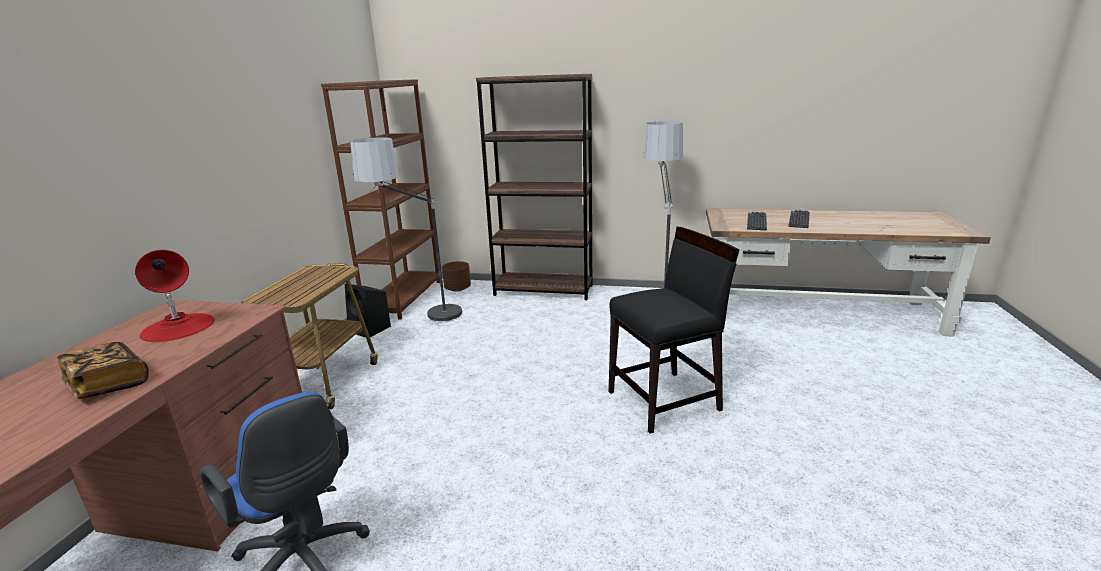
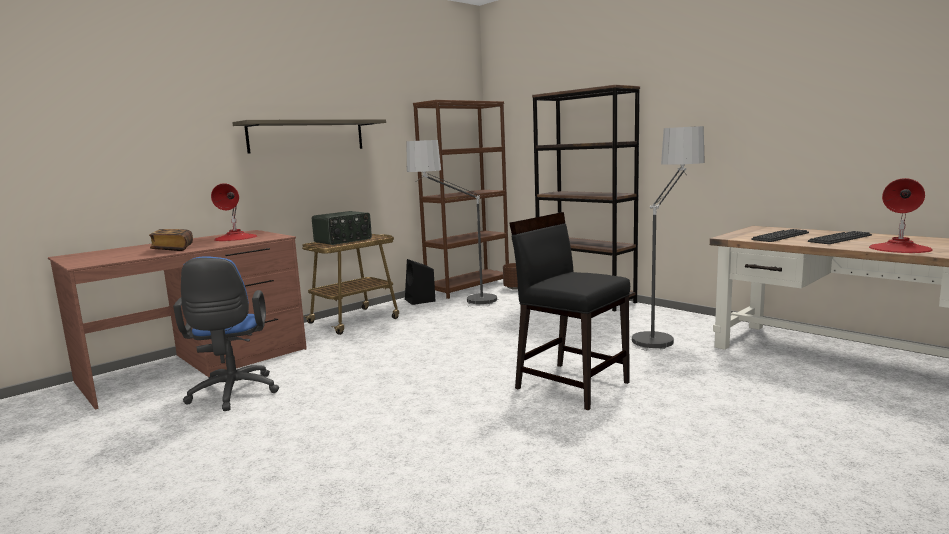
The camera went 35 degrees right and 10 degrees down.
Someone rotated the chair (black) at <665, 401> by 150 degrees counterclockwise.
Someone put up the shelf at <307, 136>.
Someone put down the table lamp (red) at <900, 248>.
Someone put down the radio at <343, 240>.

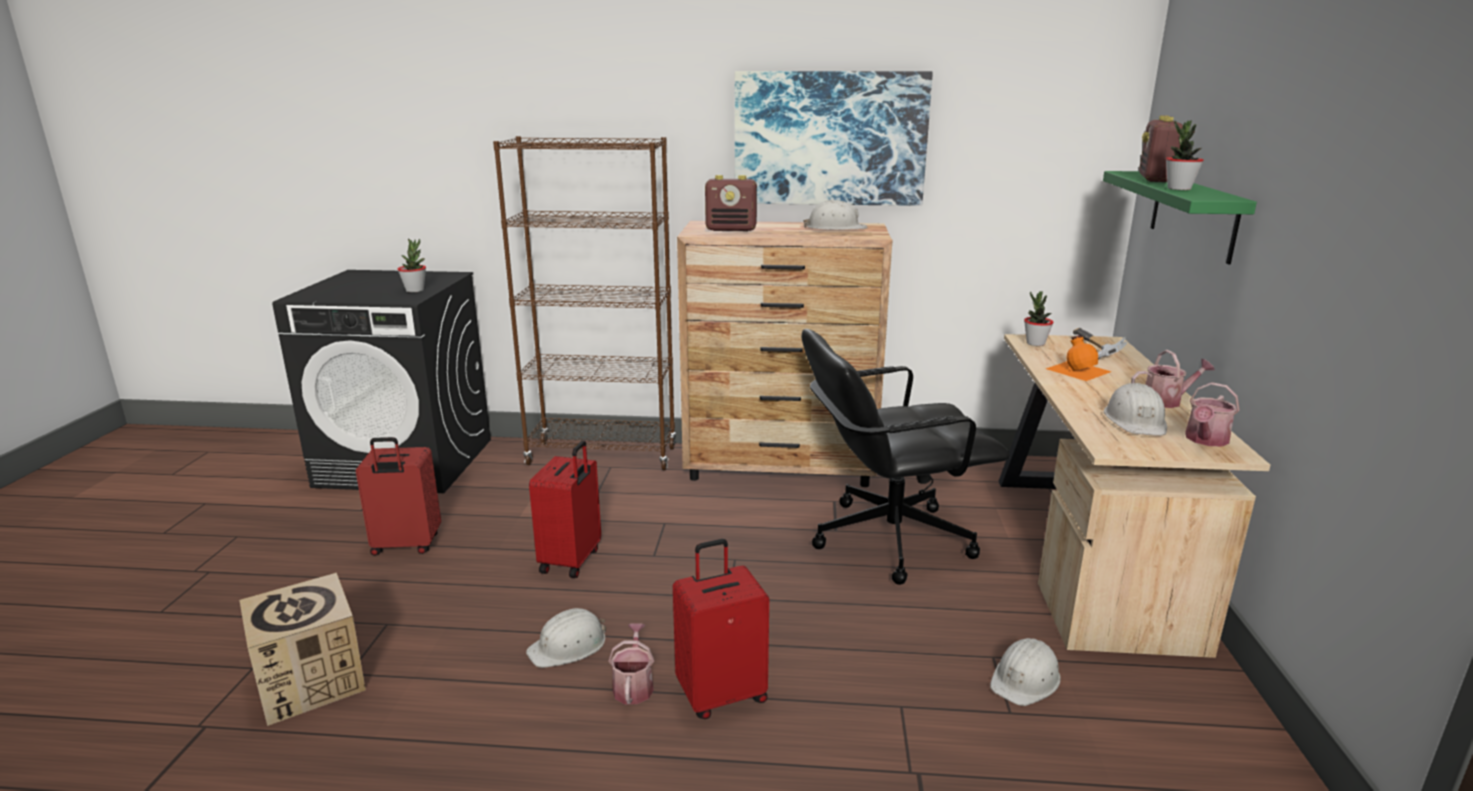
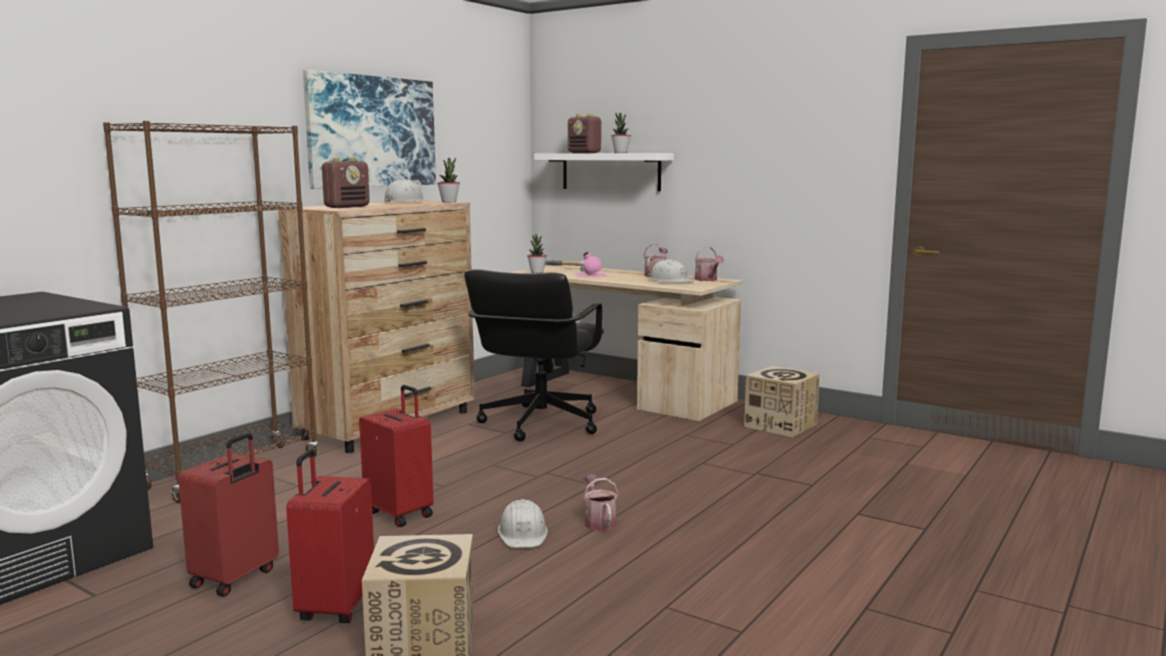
The camera went 60 degrees left and 10 degrees down.
Someone repainted the shelf (green) at <1193, 214>, which became the shelf (white) at <610, 171>.
Someone carried the potted plant from <415, 290> to <449, 202>.
Someone repainted the bottle (orange) at <1078, 369>, which became the bottle (pink) at <590, 275>.
Someone carried the suitcase (red) from <721, 694> to <335, 607>.
Someone rotated the watering can at <633, 685> by 45 degrees clockwise.
Someone took away the hard hat (white) at <1025, 679>.
Someone put down the cardboard box at <780, 425>.

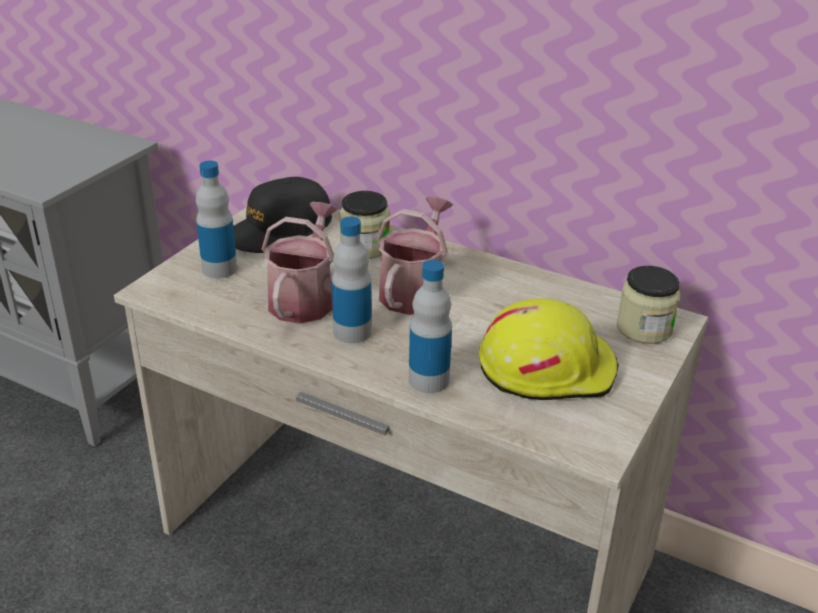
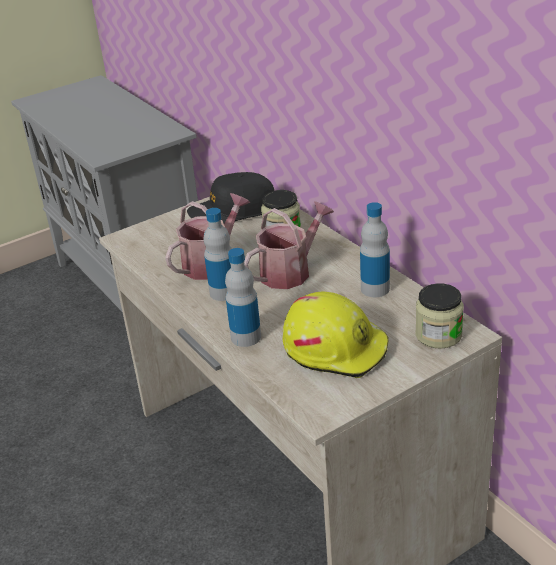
The camera went 30 degrees right and 0 degrees up.
Someone carried the bottle from <219, 269> to <375, 289>.

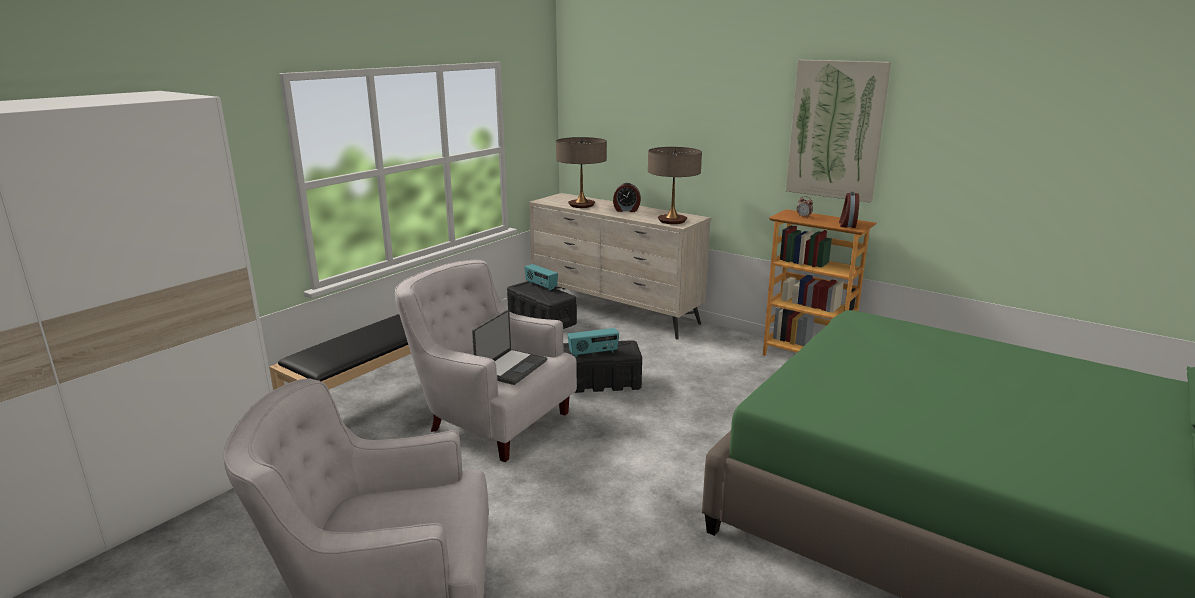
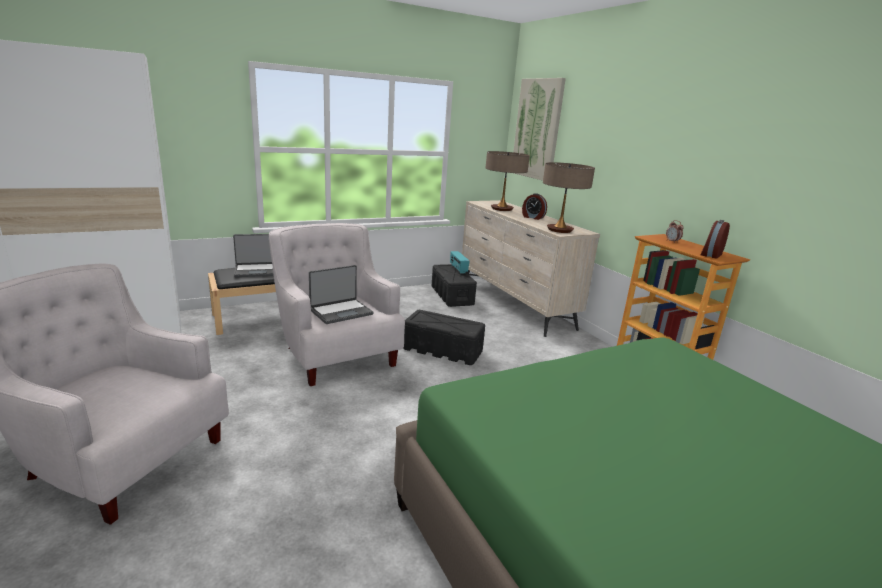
The camera went 25 degrees right and 0 degrees up.
Someone carried the picture from <835, 130> to <537, 129>.
Someone took away the radio at <593, 353>.
Someone put down the laptop at <258, 271>.

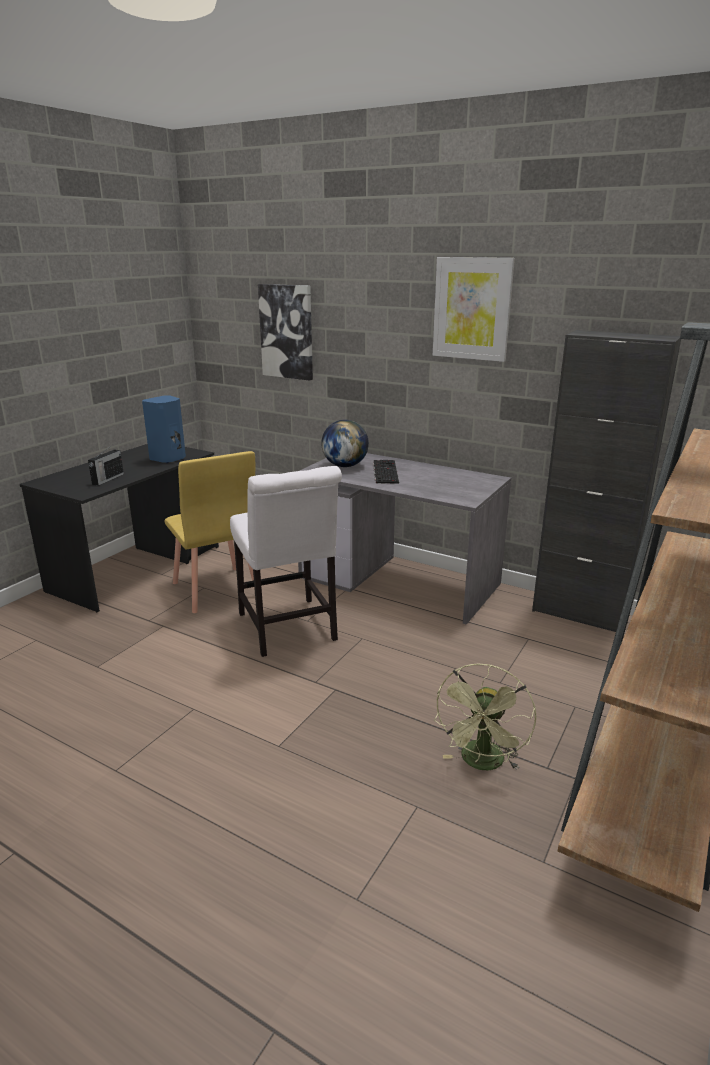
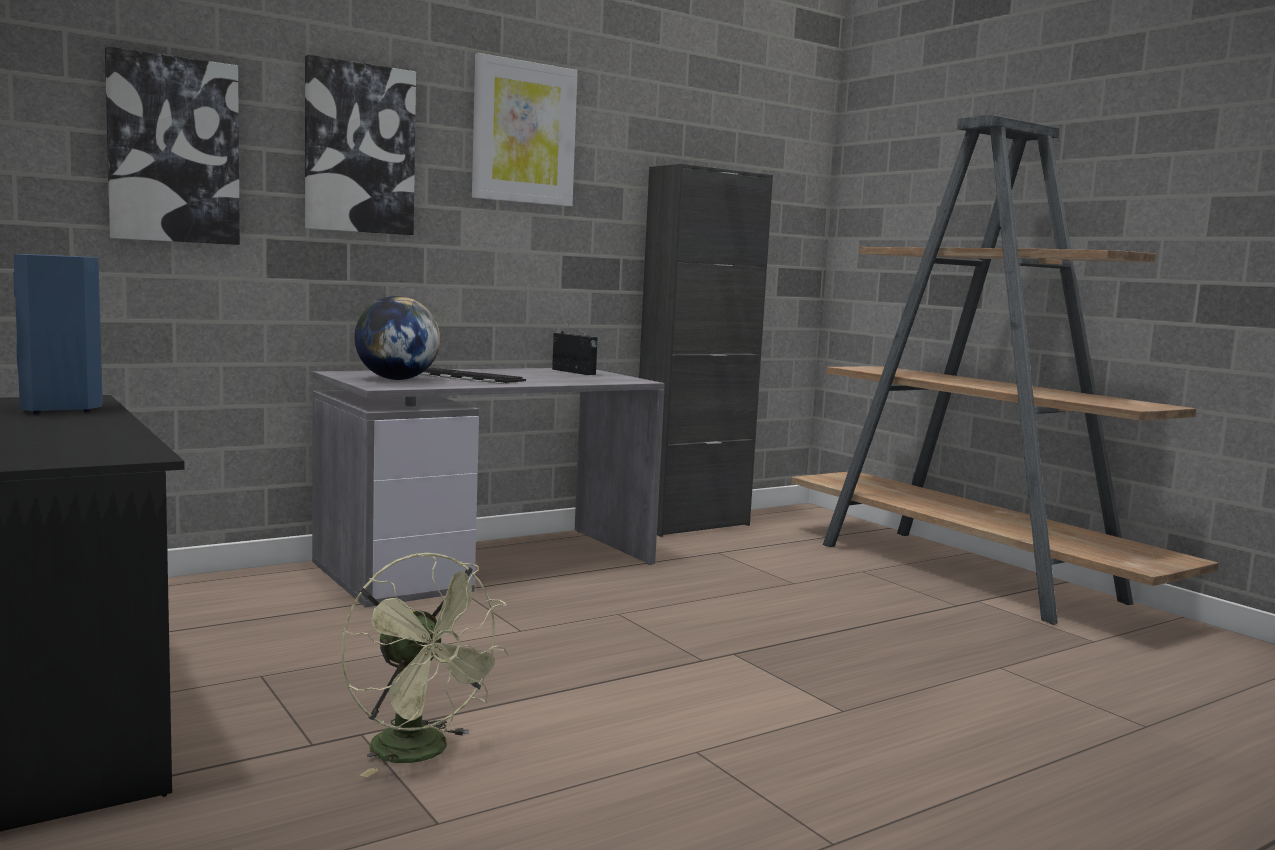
The camera went 65 degrees left and 15 degrees down.
Someone carried the radio from <107, 479> to <574, 372>.
Someone took away the chair (yellow) at <216, 590>.
Someone took away the chair (white) at <288, 630>.
Someone carried the fan (green) from <482, 763> to <421, 753>.
Someone put up the picture at <359, 149>.

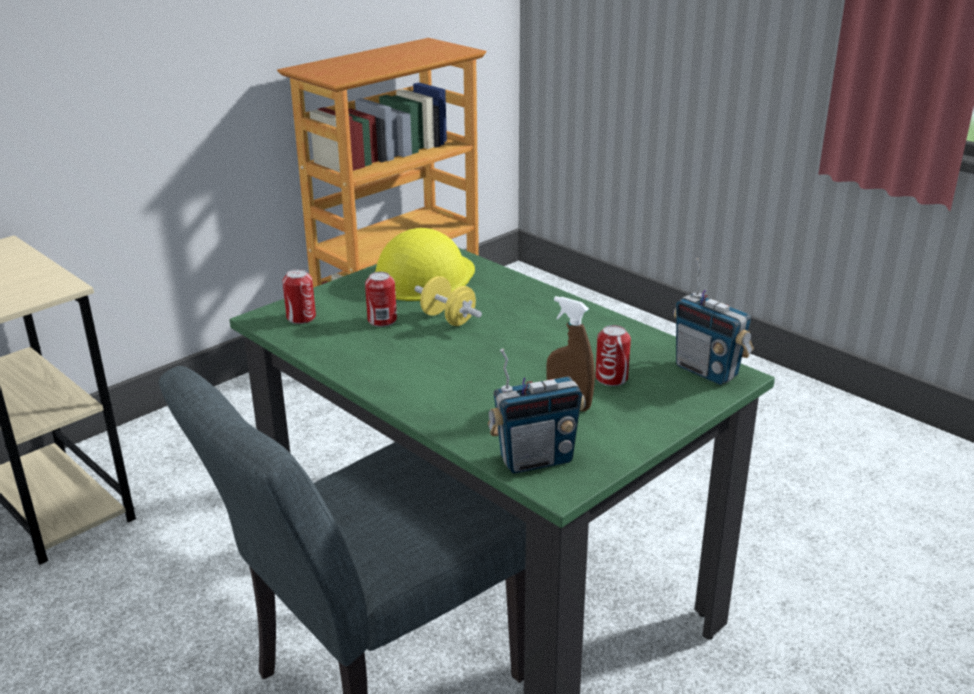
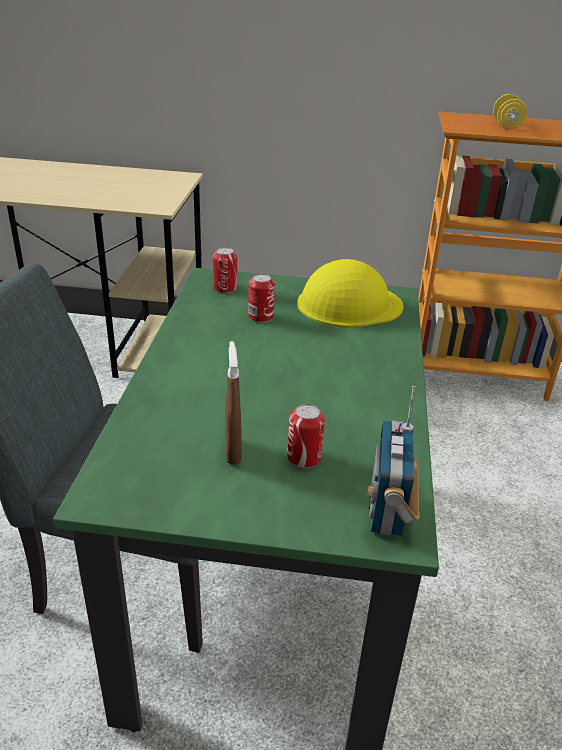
The camera went 50 degrees right and 5 degrees up.
Someone carried the dumbbell (yellow) from <448, 319> to <506, 125>.
Someone took away the radio at <535, 460>.

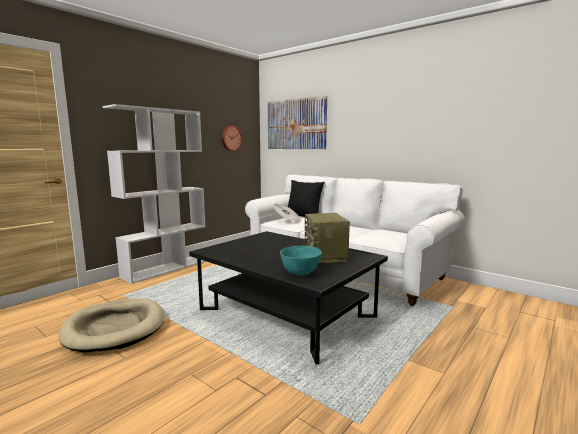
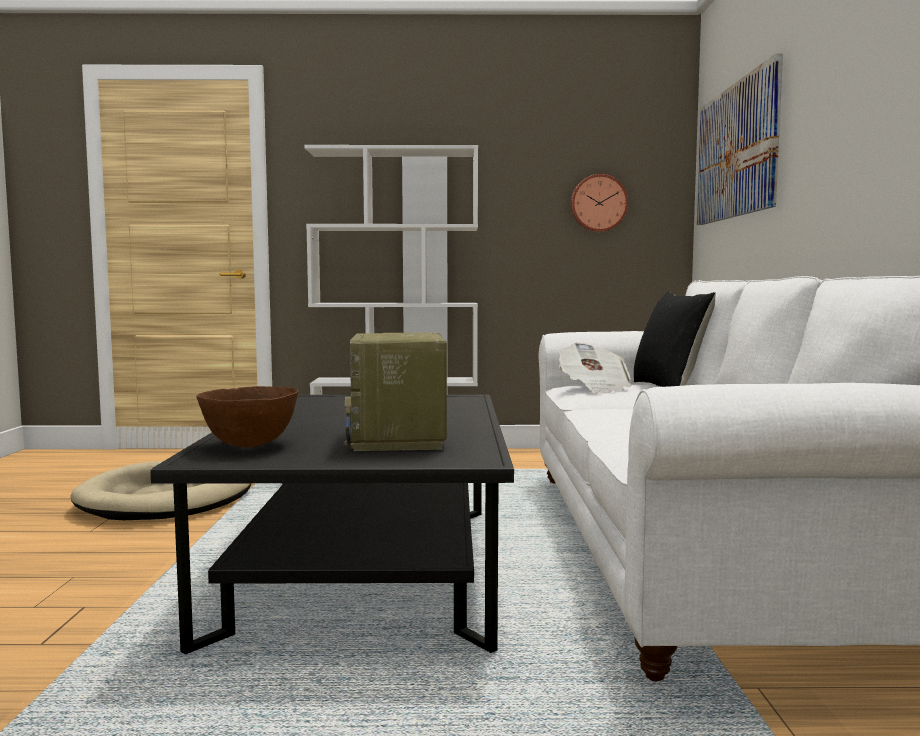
The camera went 50 degrees right and 5 degrees down.
Someone rotated the radio at <326, 256> by 45 degrees counterclockwise.
Someone repainted the bowl (turquoise) at <300, 273>, which became the bowl (brown) at <249, 445>.

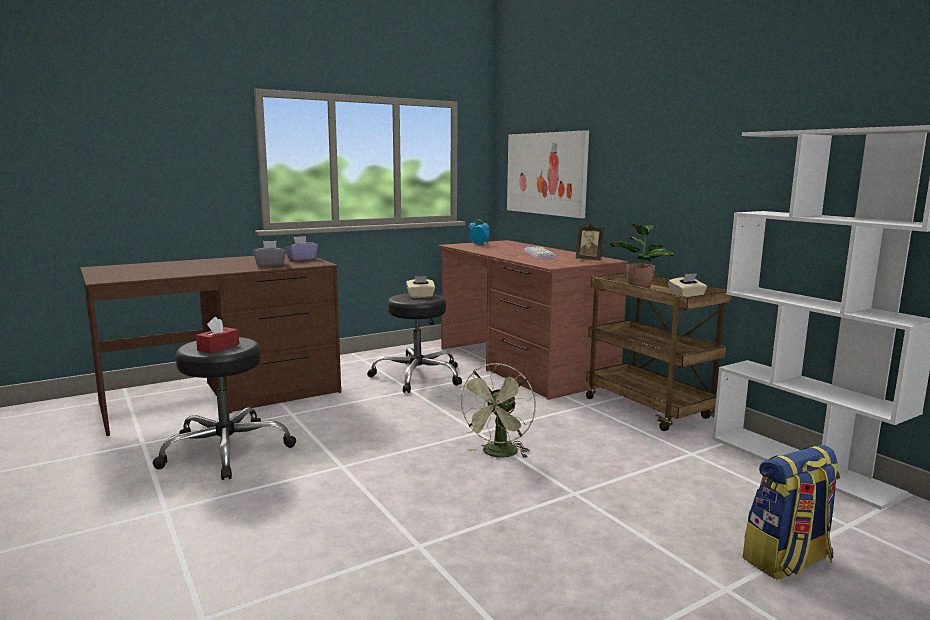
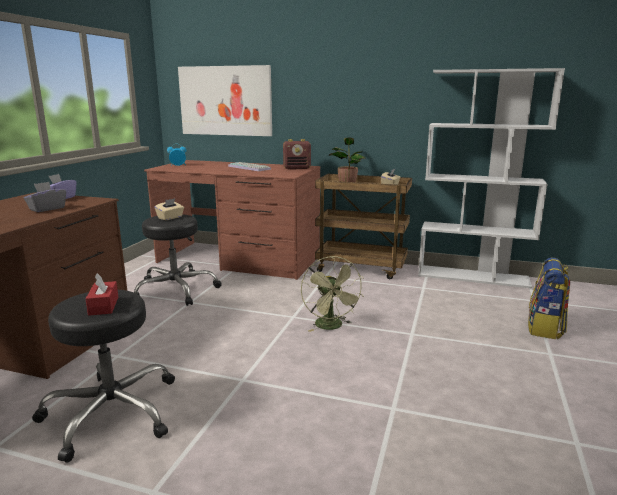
The camera went 40 degrees left and 5 degrees up.
Someone swapped the picture frame at <590, 260> for the radio at <297, 168>.

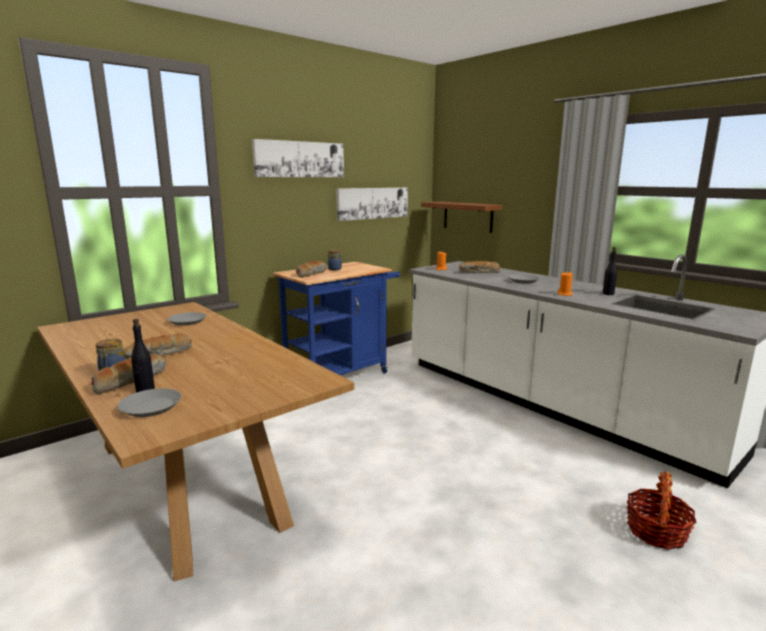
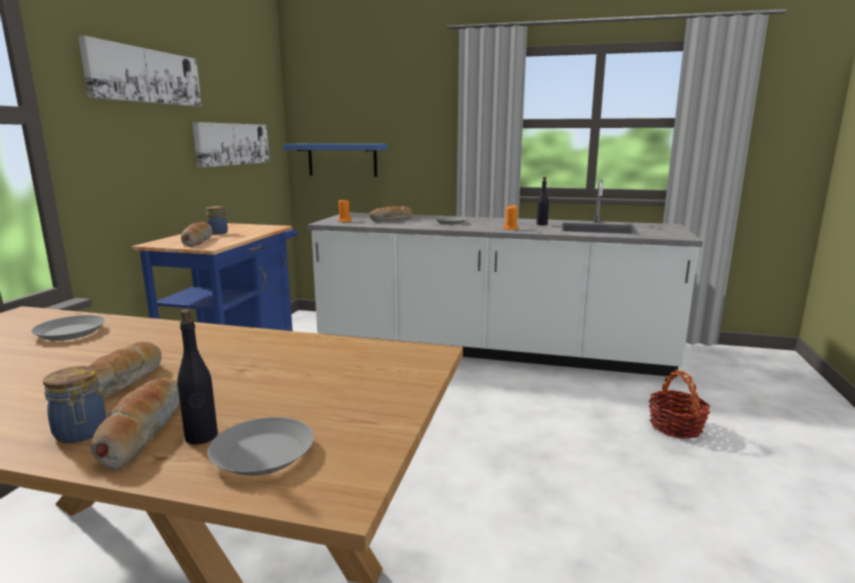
The camera went 35 degrees left and 0 degrees up.
Someone repainted the shelf (brown) at <467, 216>, which became the shelf (blue) at <342, 160>.

